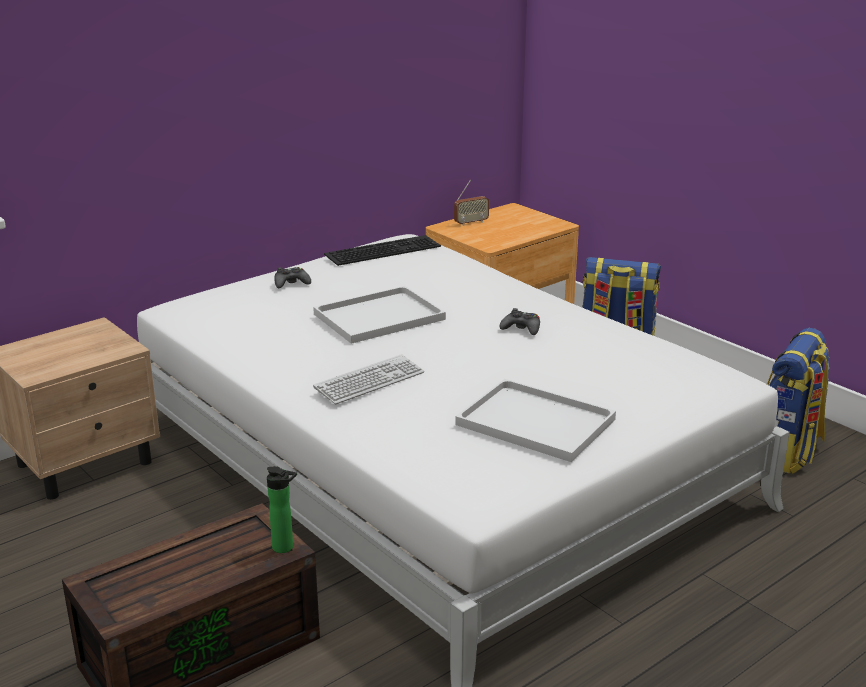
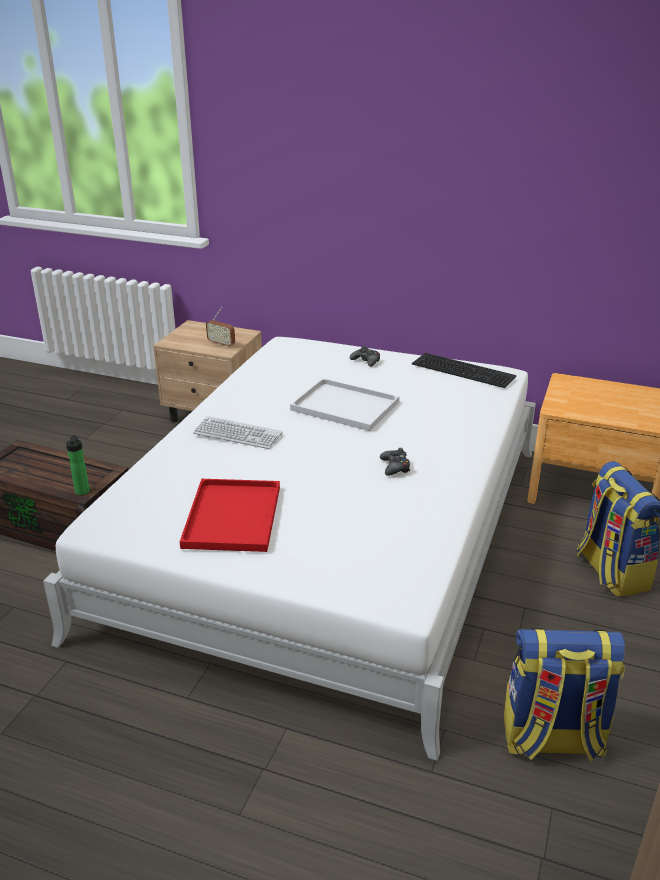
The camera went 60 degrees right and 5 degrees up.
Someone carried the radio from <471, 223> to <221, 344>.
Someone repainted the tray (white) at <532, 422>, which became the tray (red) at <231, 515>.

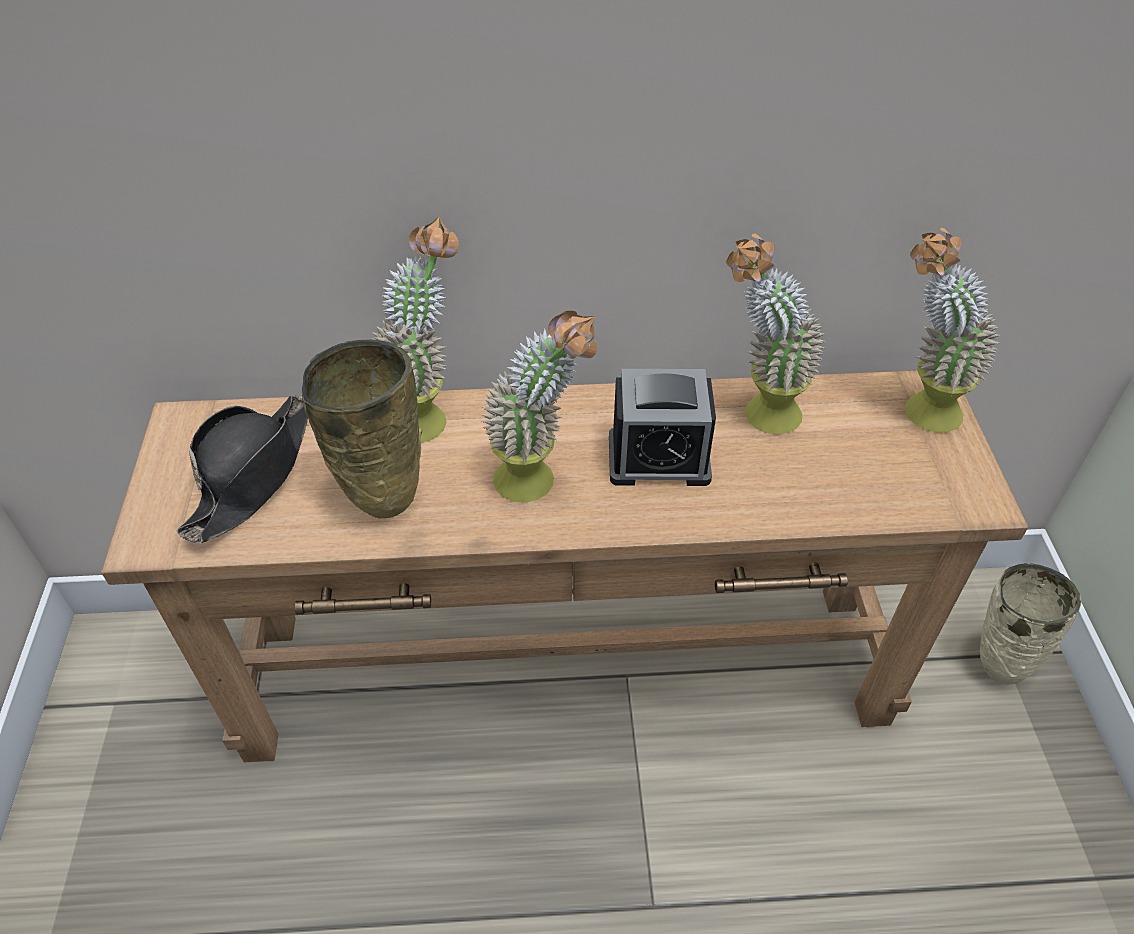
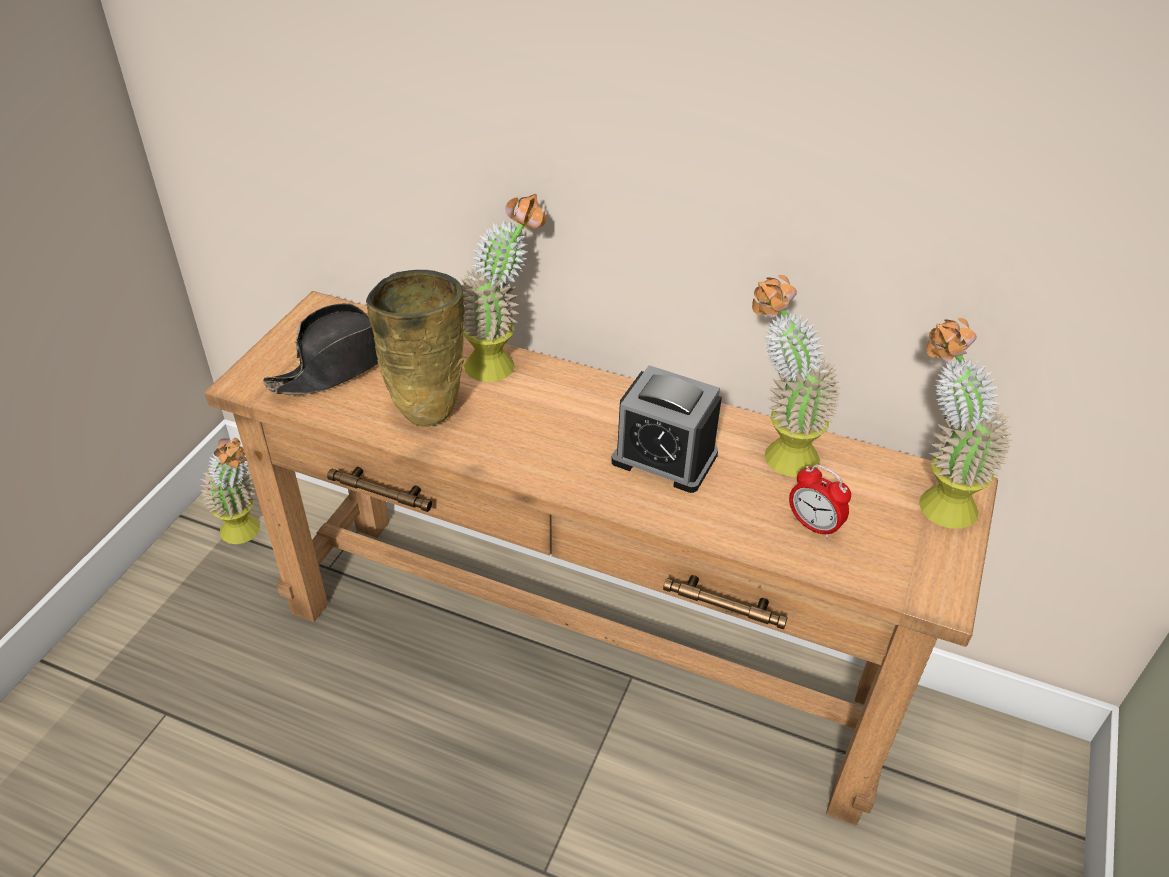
The camera went 25 degrees right and 5 degrees down.
Someone carried the potted plant from <540, 482> to <247, 535>.
Someone took away the vase (beige) at <998, 662>.
Someone put down the alarm clock at <813, 525>.

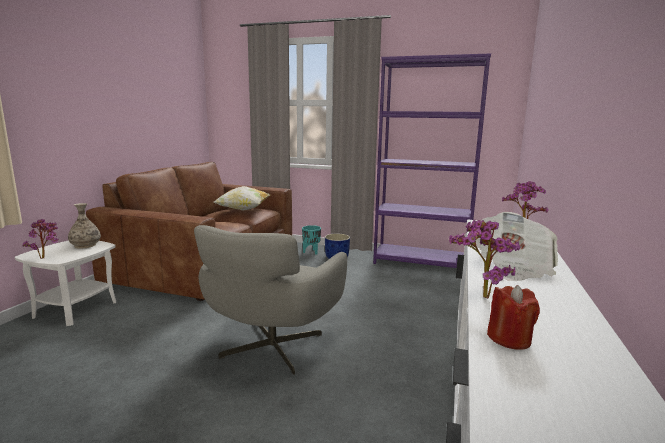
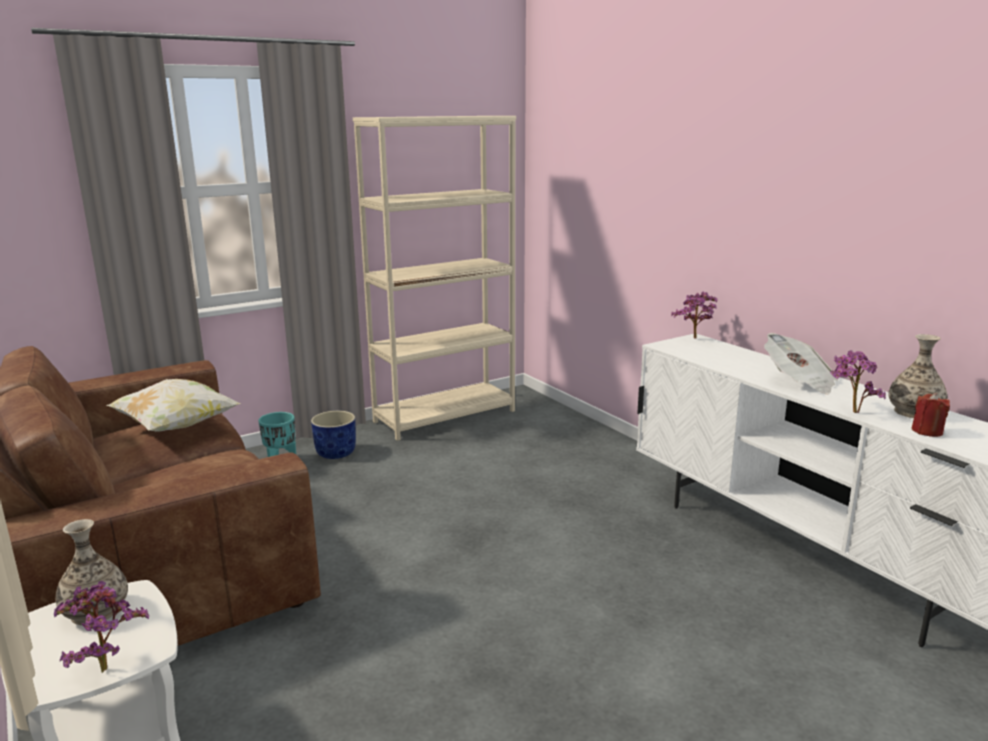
The camera went 50 degrees left and 5 degrees up.
Someone repainted the bookcase (purple) at <421, 263>, which became the bookcase (beige) at <445, 416>.
Someone took away the armchair (grey) at <270, 348>.
Someone put down the vase at <914, 412>.

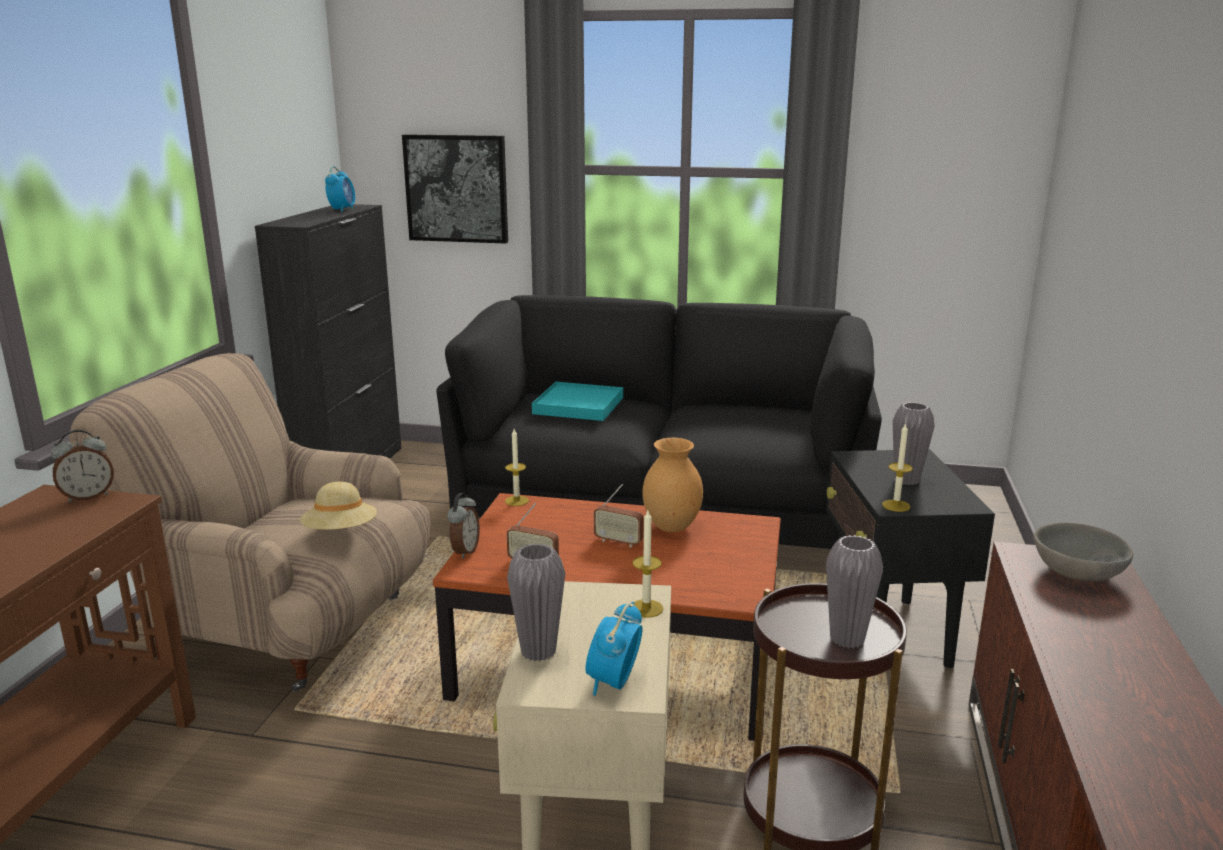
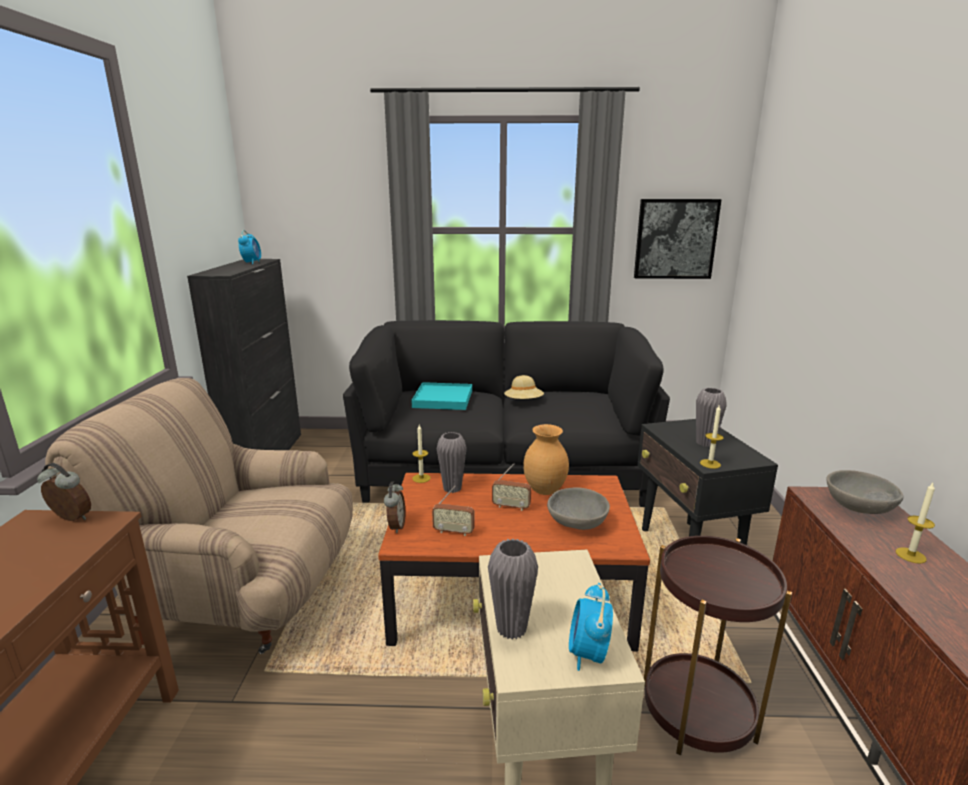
The camera went 10 degrees left and 0 degrees up.
Someone carried the picture from <457, 188> to <675, 239>.
Someone rotated the alarm clock at <88, 497> by 120 degrees counterclockwise.
Someone carried the hat (beige) from <341, 533> to <523, 402>.
Someone carried the candle from <646, 608> to <910, 555>.
Someone carried the vase (grey) from <847, 639> to <452, 488>.
Someone put down the bowl (grey) at <576, 523>.

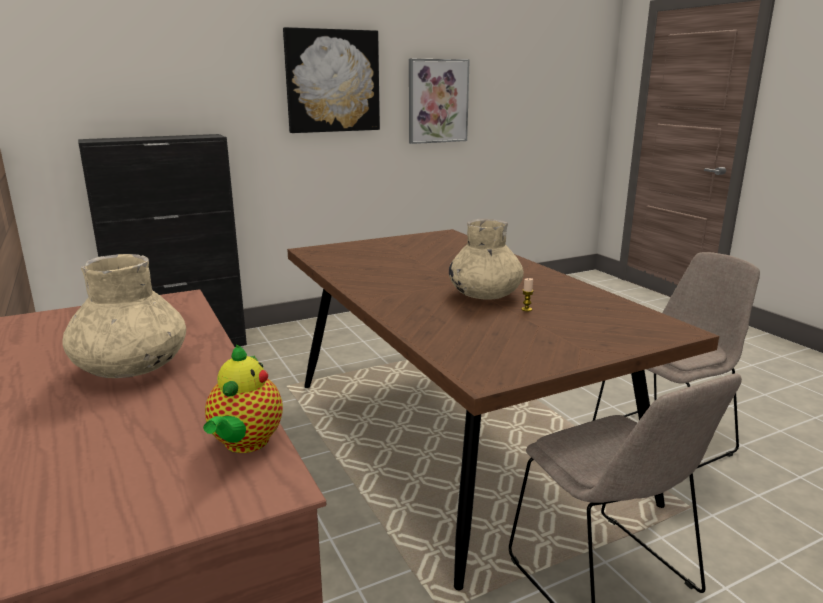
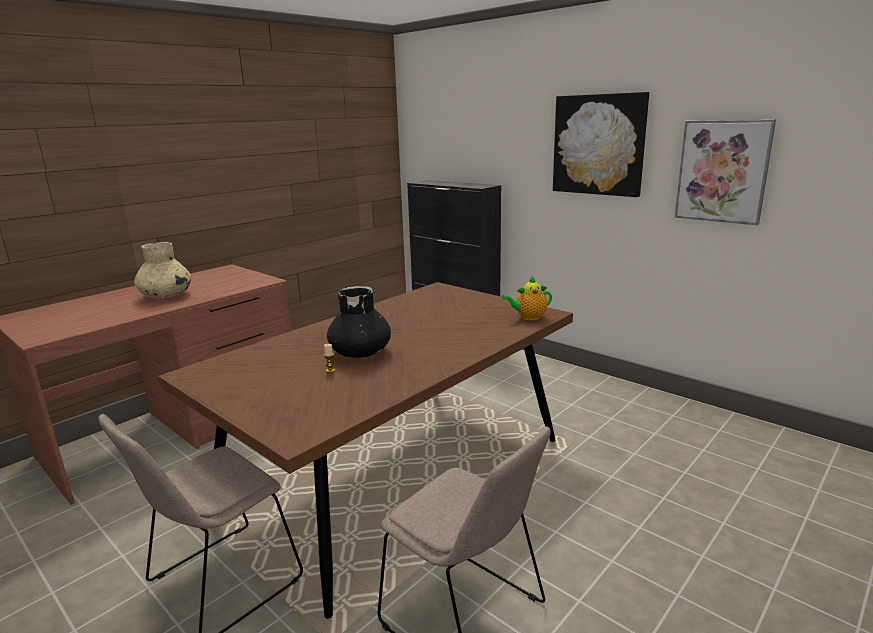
The camera went 70 degrees right and 0 degrees up.
Someone repainted the vase (beige) at <484, 294>, which became the vase (black) at <361, 352>.
Someone carried the teapot from <245, 443> to <528, 317>.

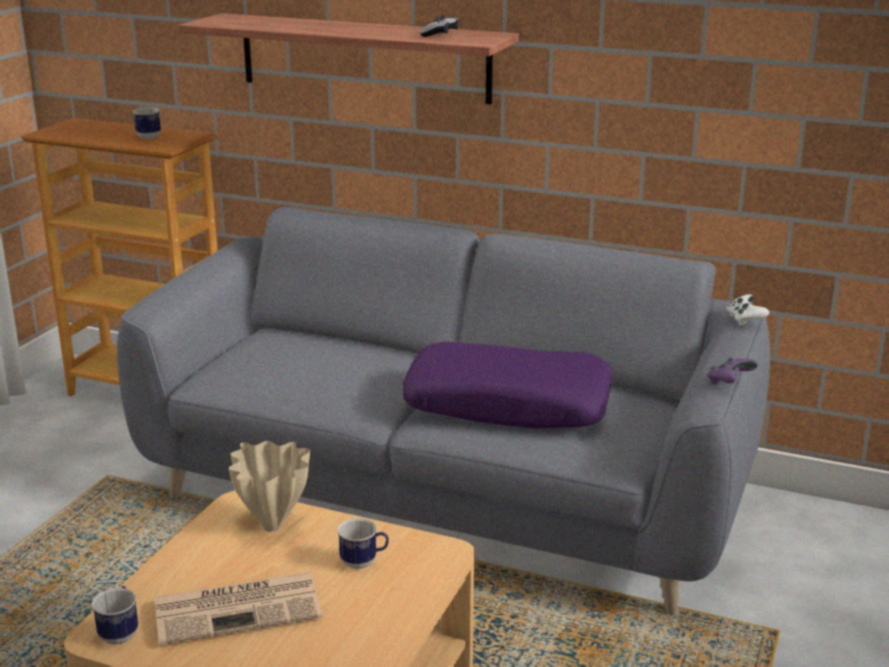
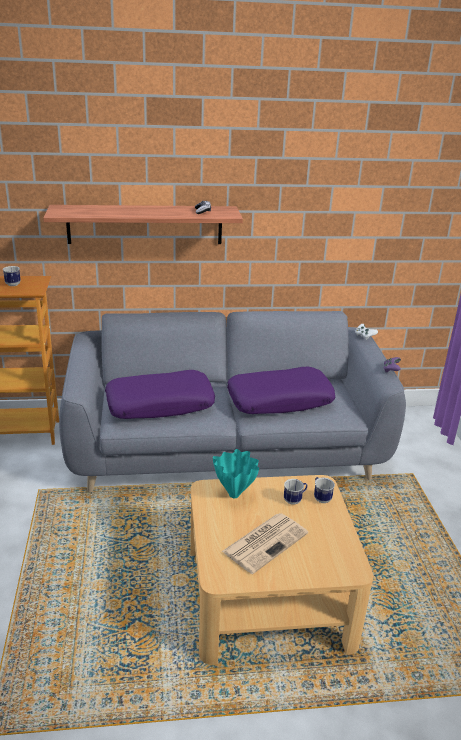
The camera went 30 degrees left and 5 degrees up.
Someone repainted the vase (beige) at <273, 527>, which became the vase (turquoise) at <235, 495>.
Someone carried the mug from <120, 632> to <321, 497>.
Someone put down the pillow (purple) at <160, 404>.

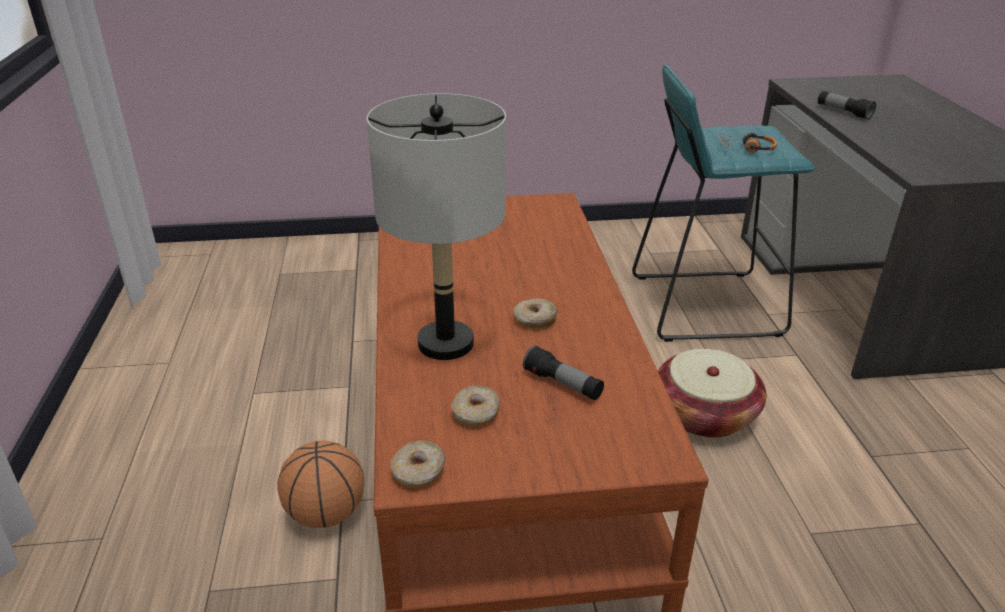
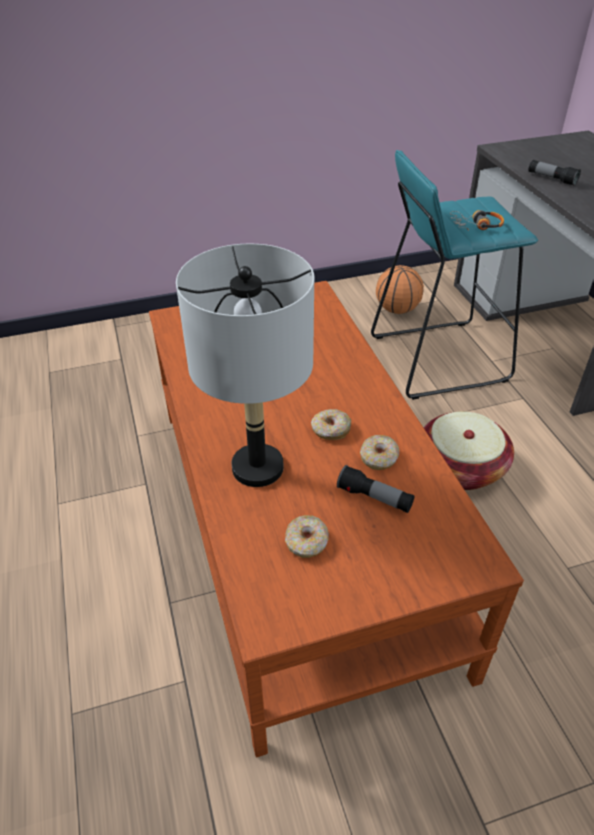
The camera went 10 degrees left and 10 degrees up.
Someone carried the donut from <419, 472> to <379, 458>.
Someone carried the basketball from <326, 513> to <397, 309>.

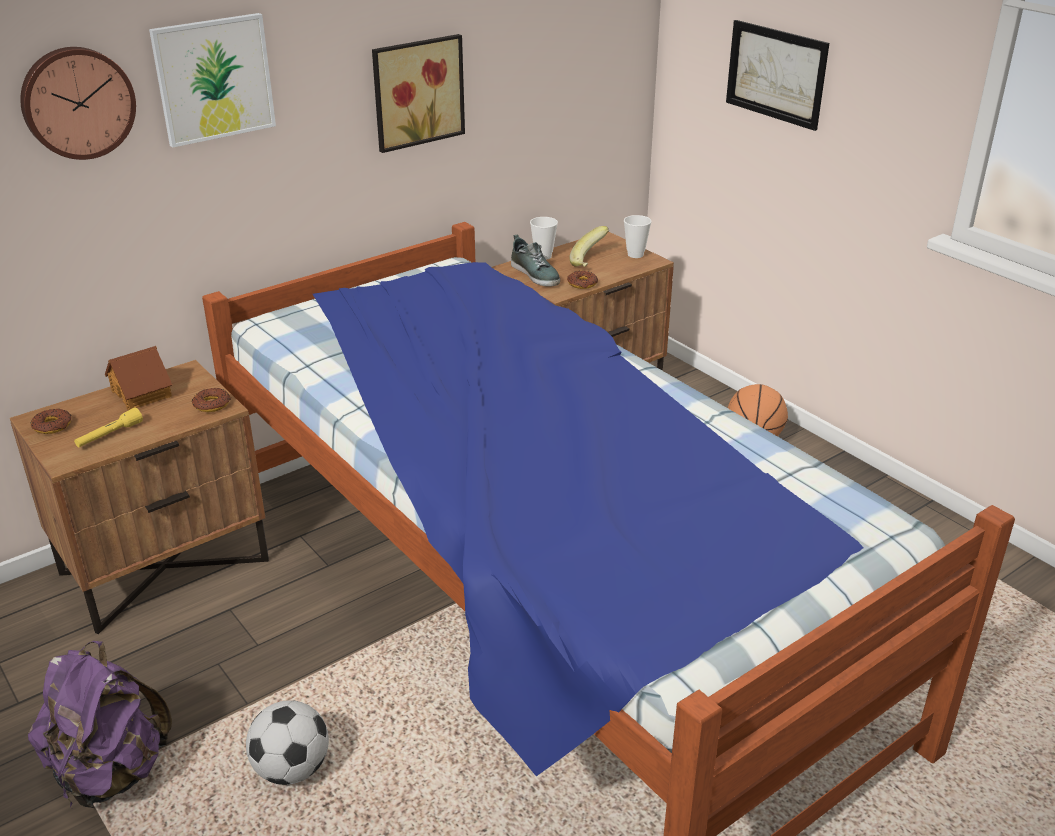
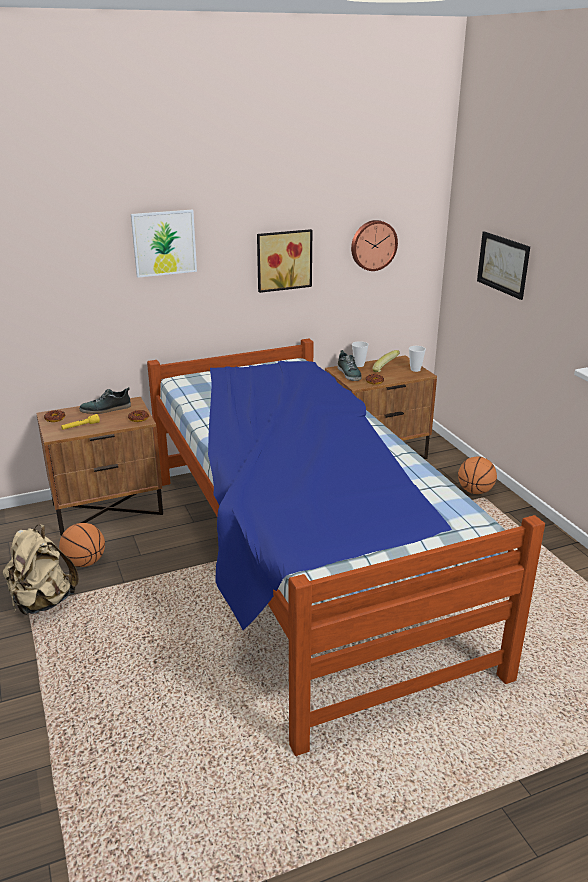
The camera went 15 degrees right and 5 degrees down.
Someone carried the wall clock from <77, 102> to <373, 245>.
Someone swapped the toy house at <142, 393> for the shoe at <106, 409>.
Someone repainted the backpack (purple) at <110, 773>, which became the backpack (beige) at <42, 602>.
Someone took away the football at <292, 769>.
Someone put down the basketball at <85, 562>.

